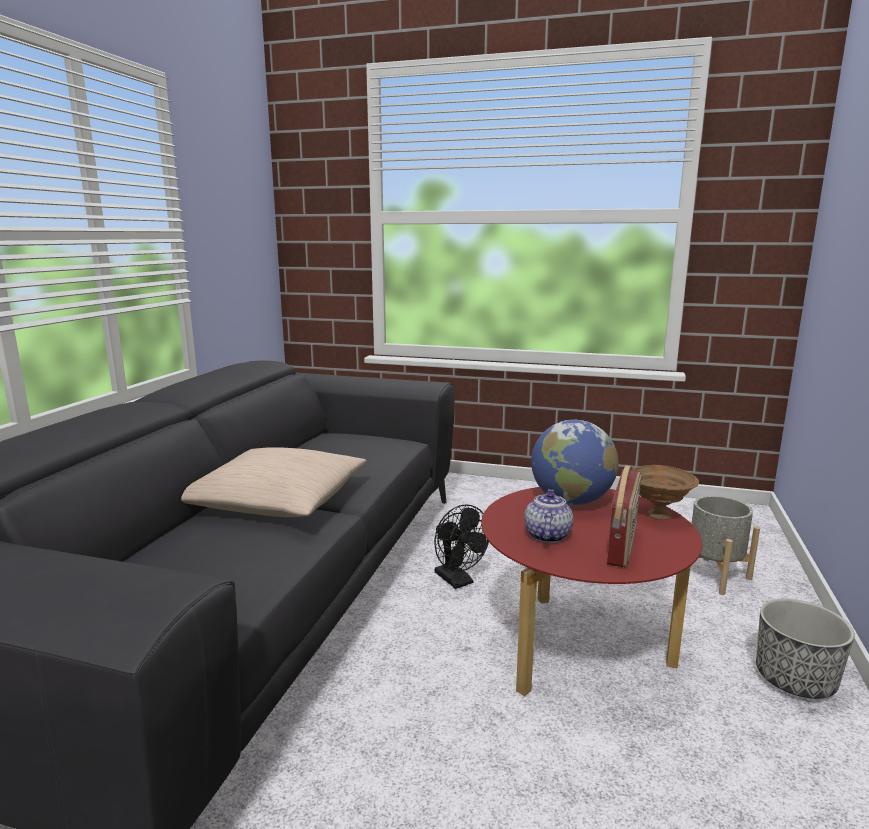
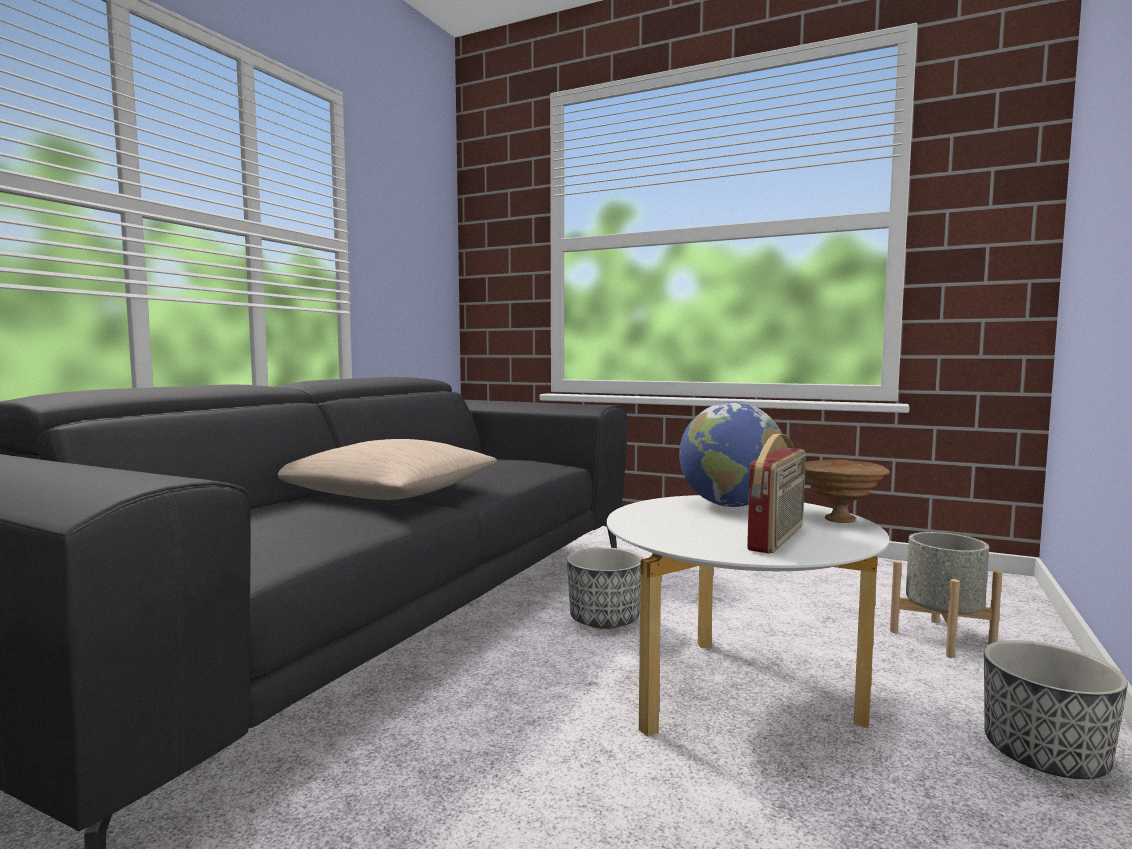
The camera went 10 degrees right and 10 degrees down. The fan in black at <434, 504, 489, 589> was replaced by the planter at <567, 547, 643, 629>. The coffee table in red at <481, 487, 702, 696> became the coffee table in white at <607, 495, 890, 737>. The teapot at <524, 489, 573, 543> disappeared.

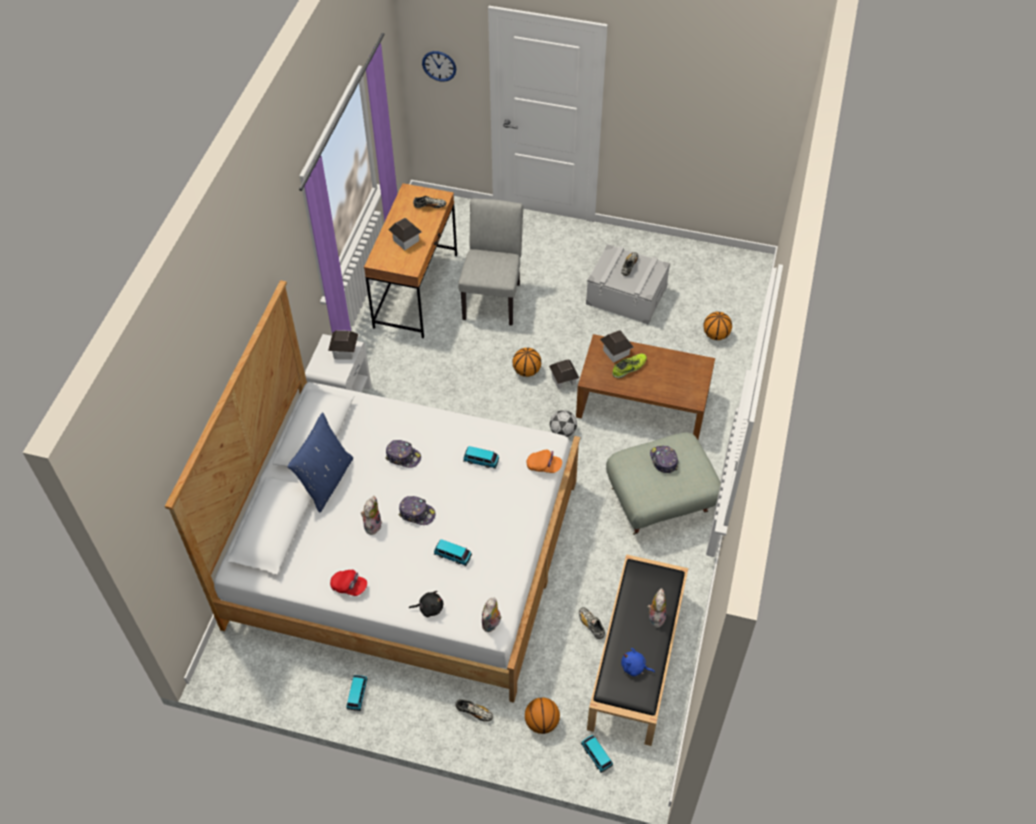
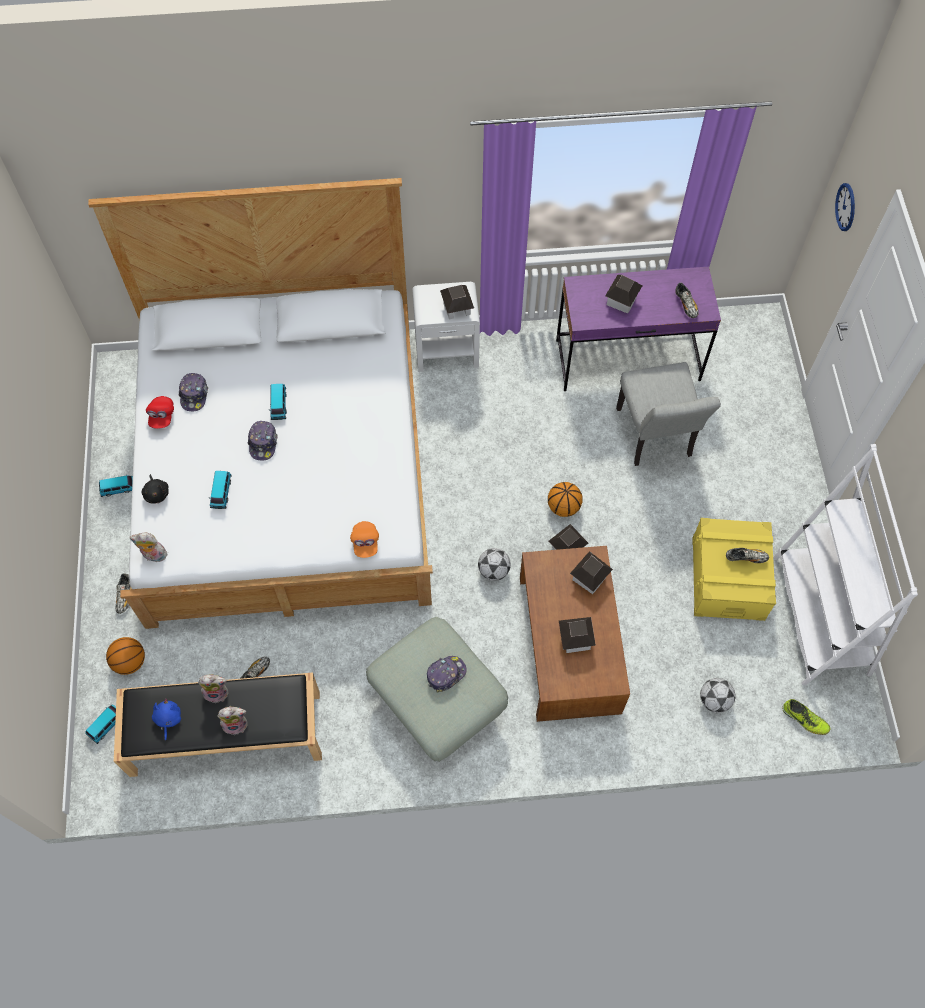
The camera went 70 degrees right and 10 degrees up. The cap moved from <385, 440, 421, 468> to <179, 373, 208, 411>. The plush toy moved from <361, 496, 382, 537> to <198, 674, 228, 703>. The toy car moved from <463, 446, 499, 469> to <269, 384, 287, 420>. The desk in brown at <364, 183, 457, 338> became the desk in purple at <556, 267, 721, 391>. The toy house at <559, 617, 596, 653> appeared. The chair in grey at <458, 198, 523, 326> turned 90 degrees clockwise. The storage box in grey at <586, 244, 670, 324> became the storage box in yellow at <692, 518, 776, 621>. The basketball at <703, 312, 732, 340> was replaced by the football at <700, 678, 735, 713>. The bookcase in white at <773, 444, 918, 685> appeared. The shoe moved from <612, 354, 647, 378> to <782, 699, 831, 735>. The pillow in blue at <288, 412, 353, 513> disappeared.

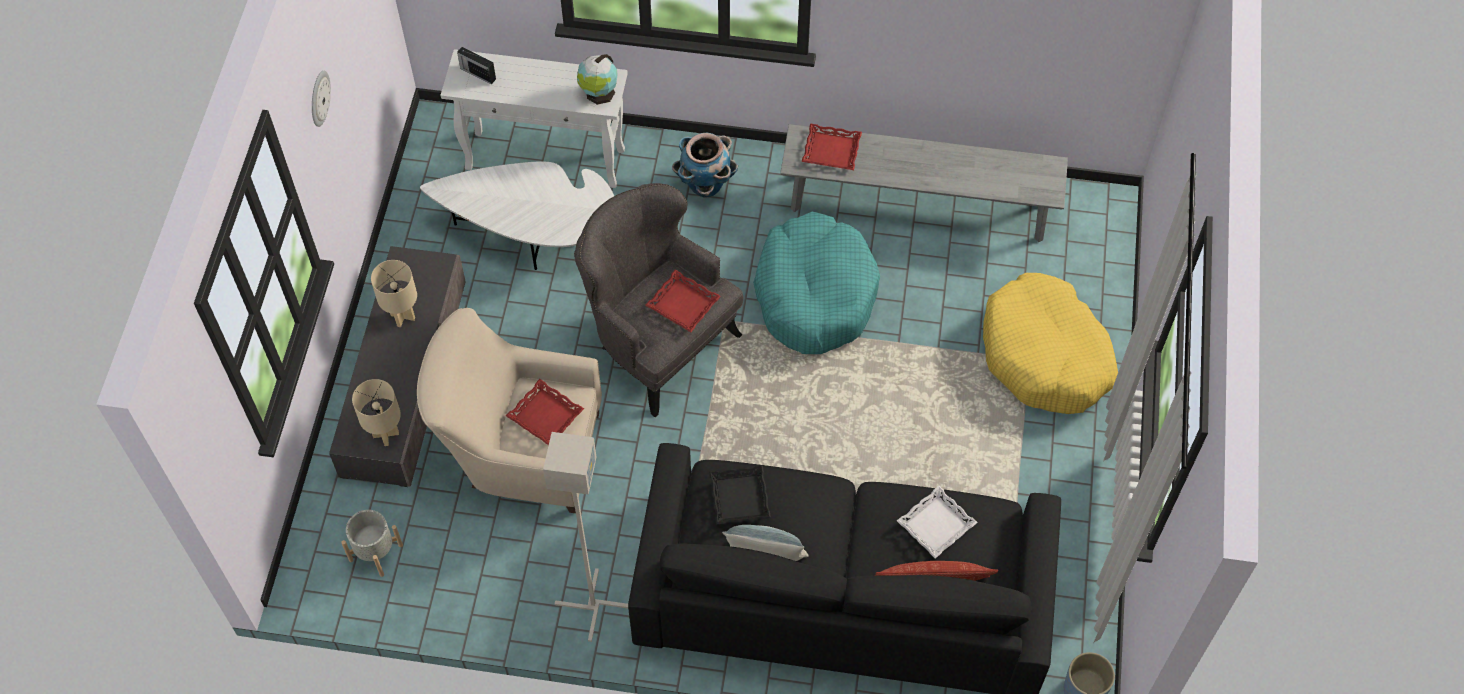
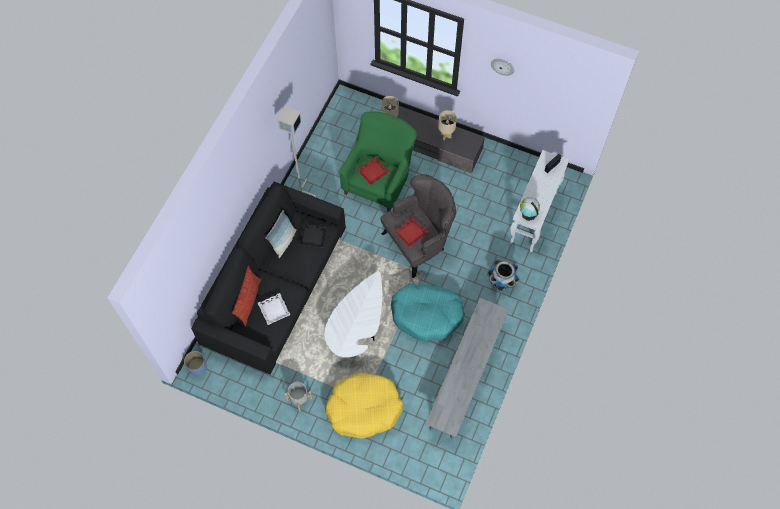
The camera went 105 degrees right and 5 degrees up. The planter in grey moved from <341, 510, 403, 577> to <285, 381, 312, 412>. The coffee table in white moved from <420, 161, 614, 270> to <324, 271, 382, 358>. The armchair in beige at <417, 308, 602, 513> became the armchair in green at <340, 111, 417, 212>. The tray in red at <802, 124, 862, 170> disappeared.

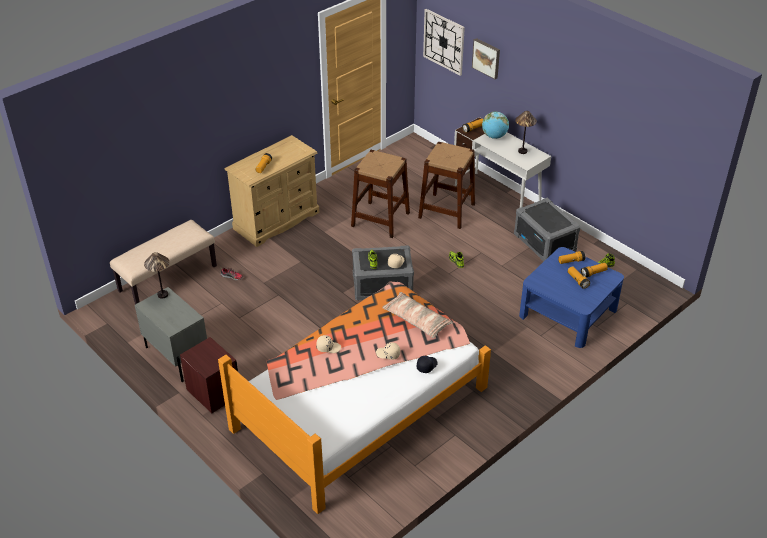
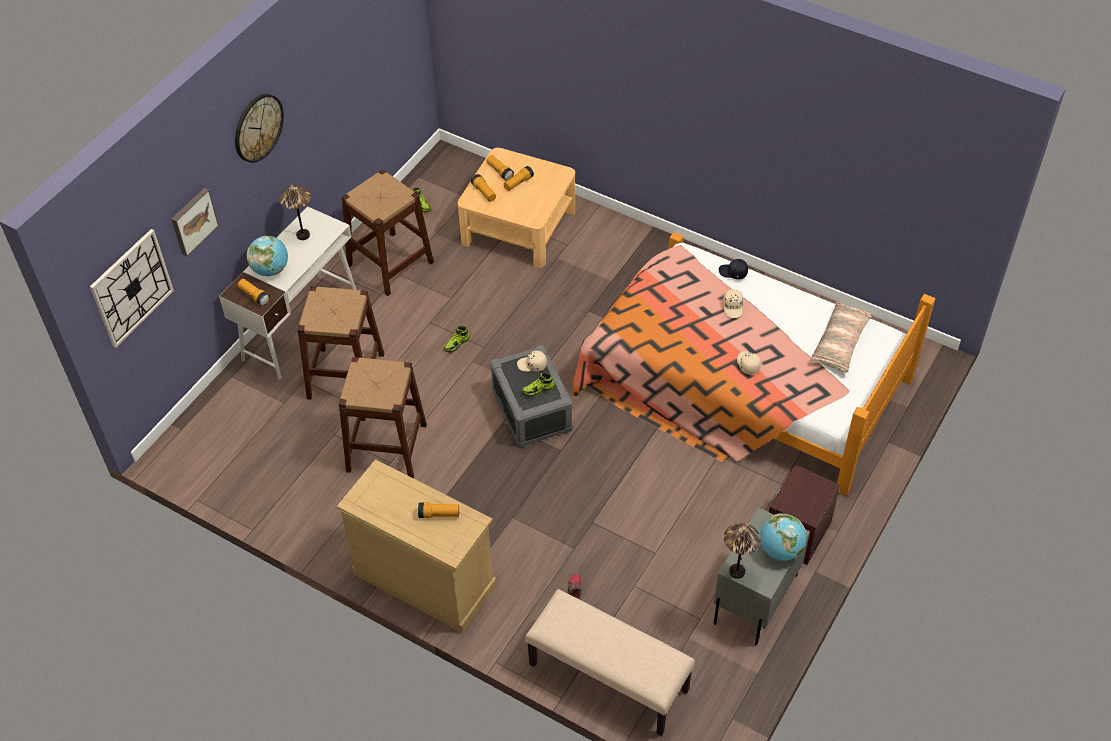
The camera went 105 degrees left and 10 degrees up. The wall clock at <235, 94, 284, 163> appeared. The storage box in grey at <514, 198, 581, 262> was replaced by the stool in brown at <342, 170, 434, 296>. The coffee table in blue at <519, 247, 624, 348> became the coffee table in beige at <458, 148, 575, 268>. The globe at <760, 513, 807, 561> appeared. The pillow moved from <382, 292, 453, 338> to <810, 301, 873, 373>.

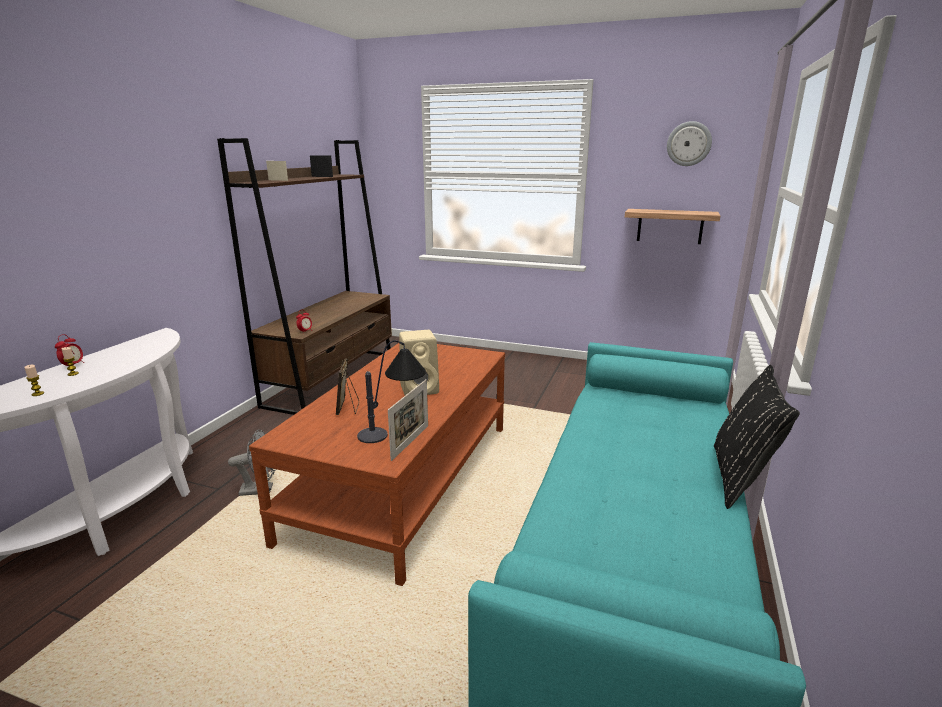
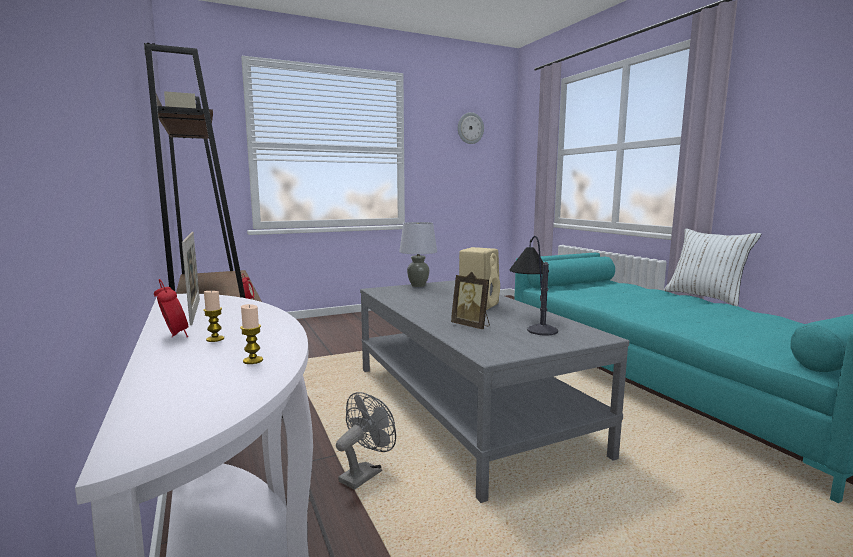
The camera went 45 degrees left and 10 degrees down. The picture frame moved from <388, 379, 428, 461> to <182, 232, 200, 325>. The coffee table in brown at <249, 343, 505, 586> became the coffee table in grey at <360, 280, 630, 503>. The table lamp in grey at <399, 222, 437, 287> appeared. The pillow in black at <714, 365, 800, 509> became the pillow in white at <664, 228, 761, 307>. The shelf at <625, 209, 720, 244> disappeared.

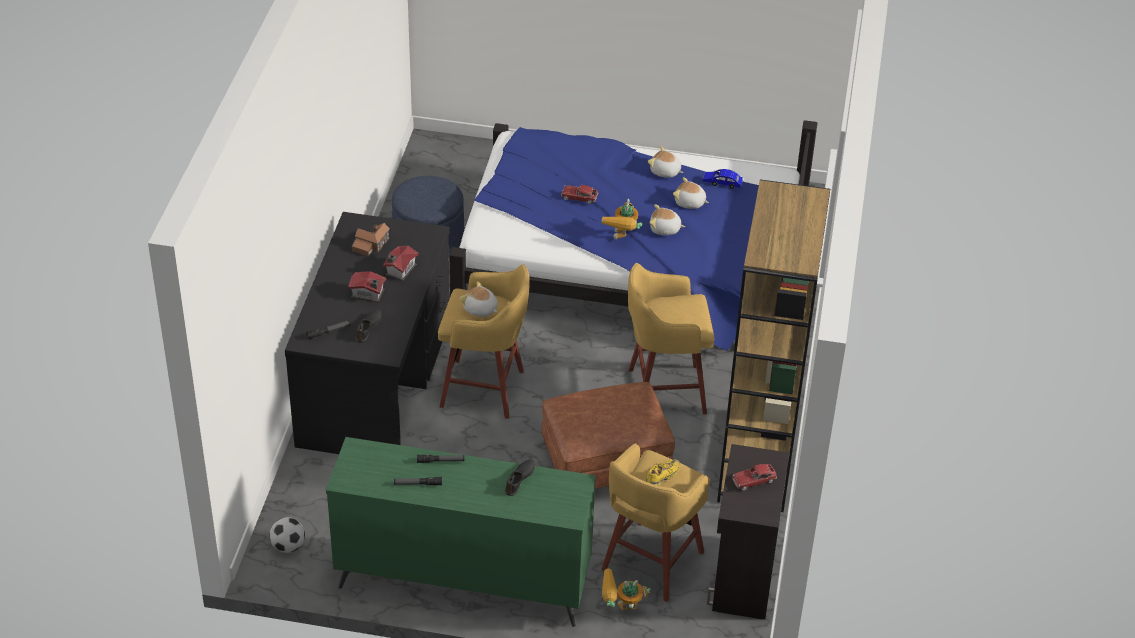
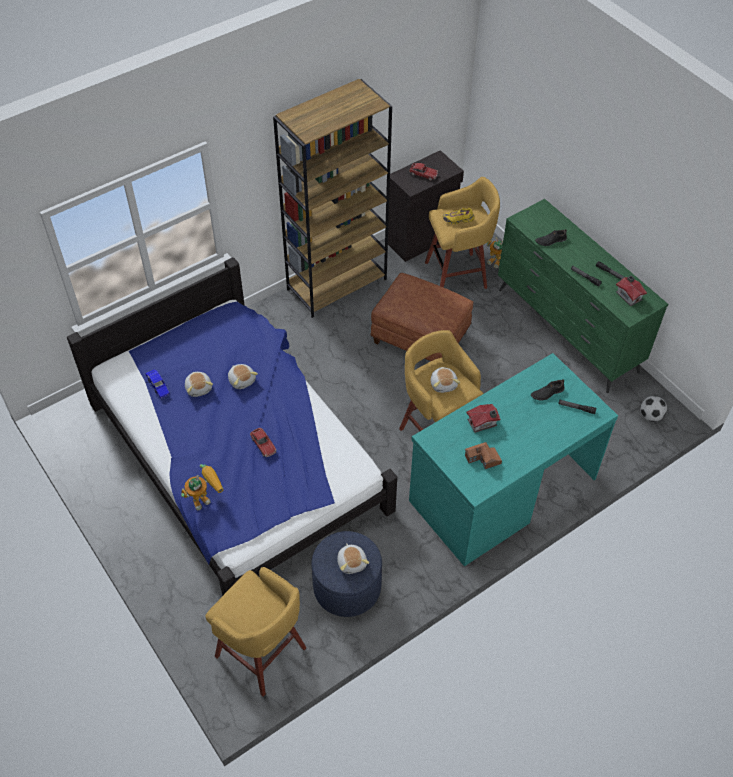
The camera went 135 degrees left and 10 degrees up. The toy robot moved from <601, 199, 642, 240> to <181, 464, 224, 510>. The stool in yellow moved from <628, 263, 714, 415> to <205, 567, 306, 697>. The plush toy moved from <648, 146, 683, 178> to <337, 543, 369, 574>. The desk in black at <285, 212, 450, 454> became the desk in turquoise at <409, 353, 618, 566>. The toy house moved from <348, 271, 386, 302> to <616, 275, 647, 306>.

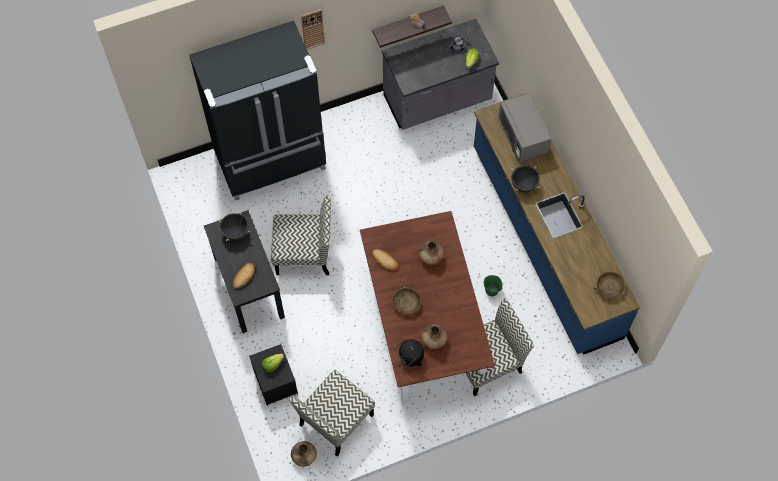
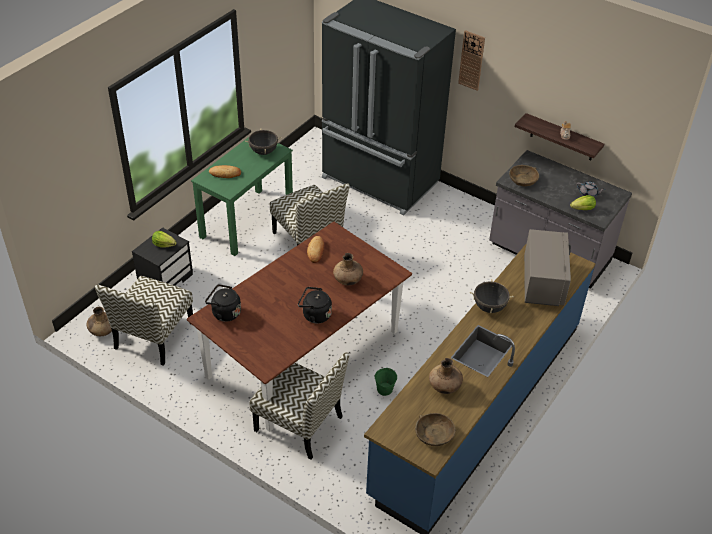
The camera went 55 degrees right and 20 degrees down. The chair at <289, 370, 375, 456> turned 75 degrees counterclockwise. The desk in black at <204, 210, 285, 333> became the desk in green at <191, 137, 293, 256>. The kettle in black at <298, 287, 332, 323> appeared. The vase in brown moved from <422, 324, 448, 349> to <429, 358, 463, 394>. The bowl in brown moved from <392, 286, 421, 314> to <509, 165, 539, 186>. The microwave in grey at <498, 93, 551, 162> turned 150 degrees clockwise.

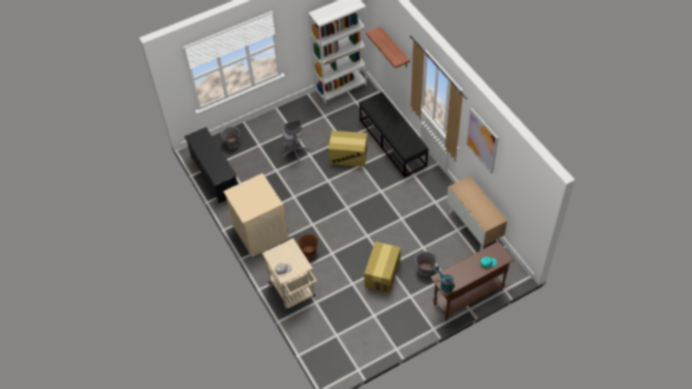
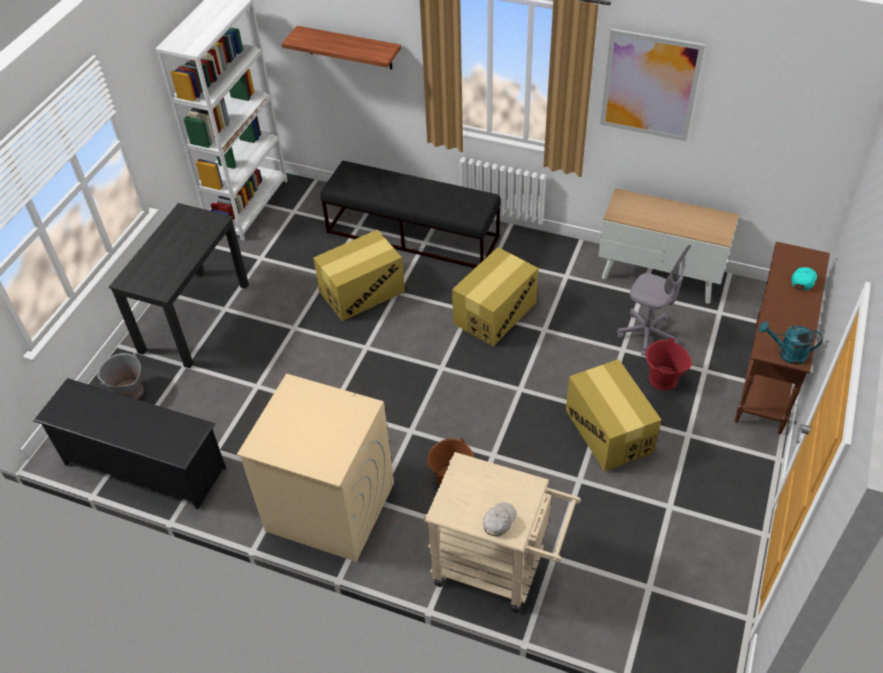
The camera went 40 degrees left and 5 degrees down. The desk in black at <109, 203, 249, 368> appeared. The cardboard box at <452, 247, 539, 346> appeared. The office chair in grey moved from <282, 119, 309, 162> to <617, 245, 692, 356>. The bucket in grey at <415, 251, 436, 276> became the bucket in red at <645, 338, 692, 390>.

